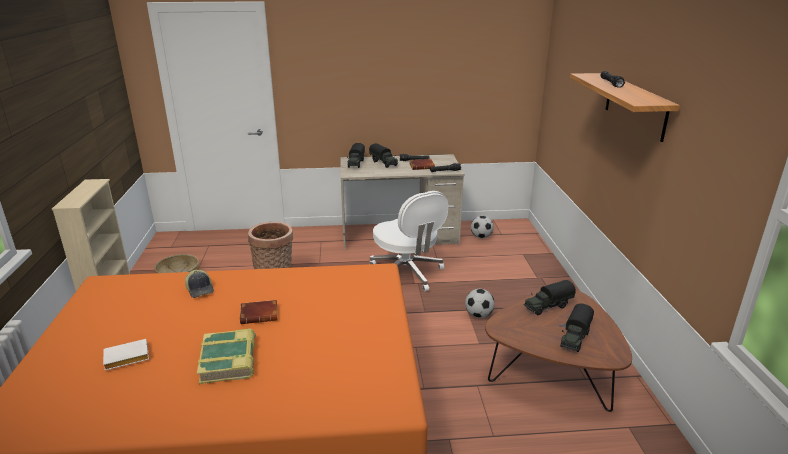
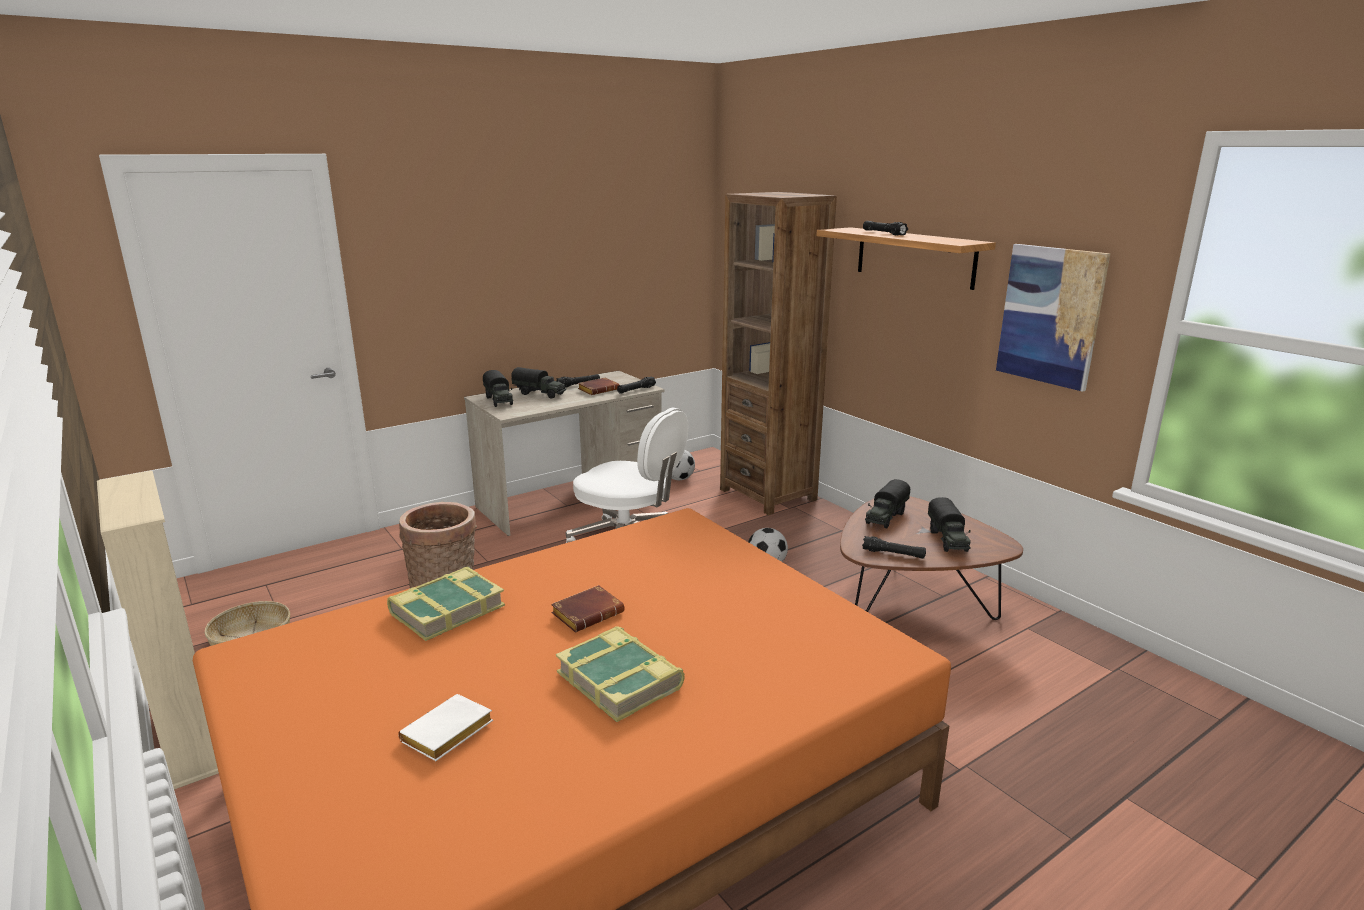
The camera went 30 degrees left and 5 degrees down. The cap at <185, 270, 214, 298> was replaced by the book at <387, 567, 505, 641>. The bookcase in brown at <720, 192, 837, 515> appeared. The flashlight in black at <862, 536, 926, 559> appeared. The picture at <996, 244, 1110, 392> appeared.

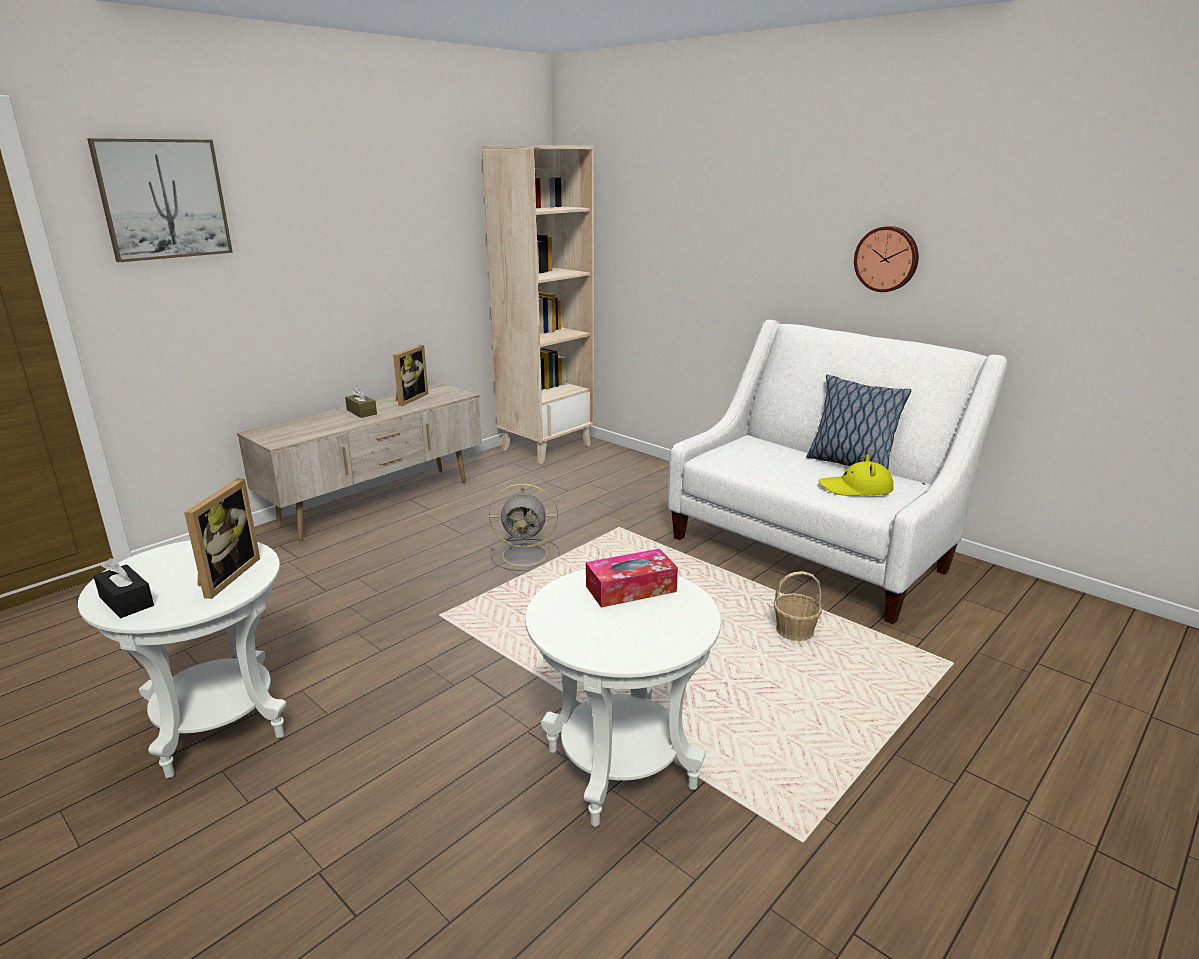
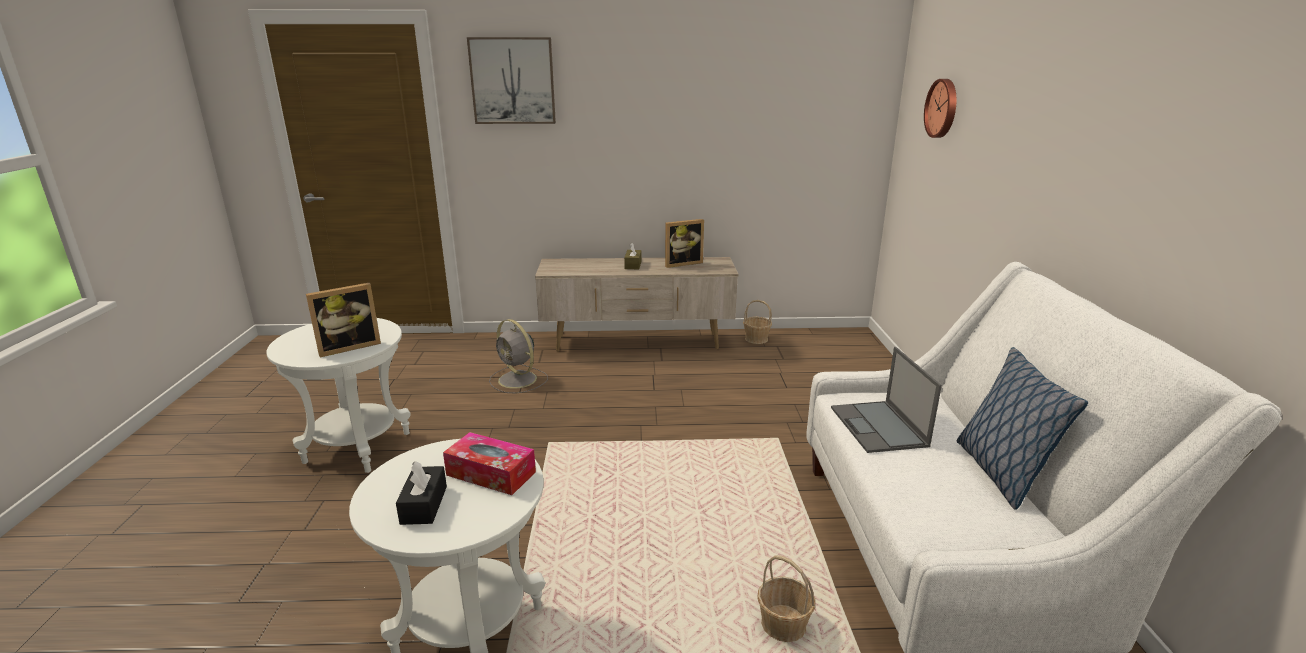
The camera went 45 degrees right and 0 degrees up. The tissue box in black moved from <93, 558, 154, 618> to <396, 461, 447, 525>. The fan in grey moved from <488, 483, 560, 571> to <489, 319, 548, 394>. The basket at <743, 300, 772, 344> appeared. The laptop at <831, 347, 942, 453> appeared. The wall clock moved from <854, 226, 919, 292> to <924, 79, 956, 138>. The bookcase in beige at <482, 145, 594, 464> disappeared. The hat in yellow at <818, 454, 894, 496> disappeared.

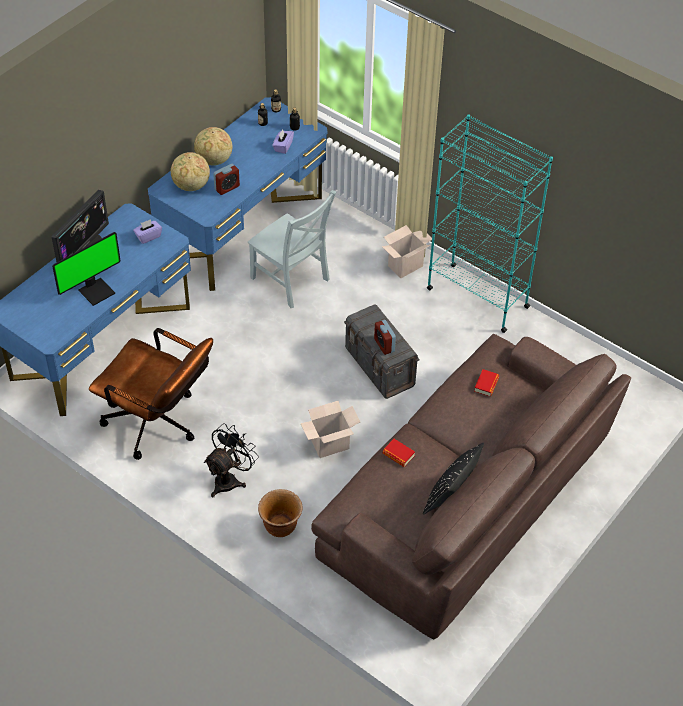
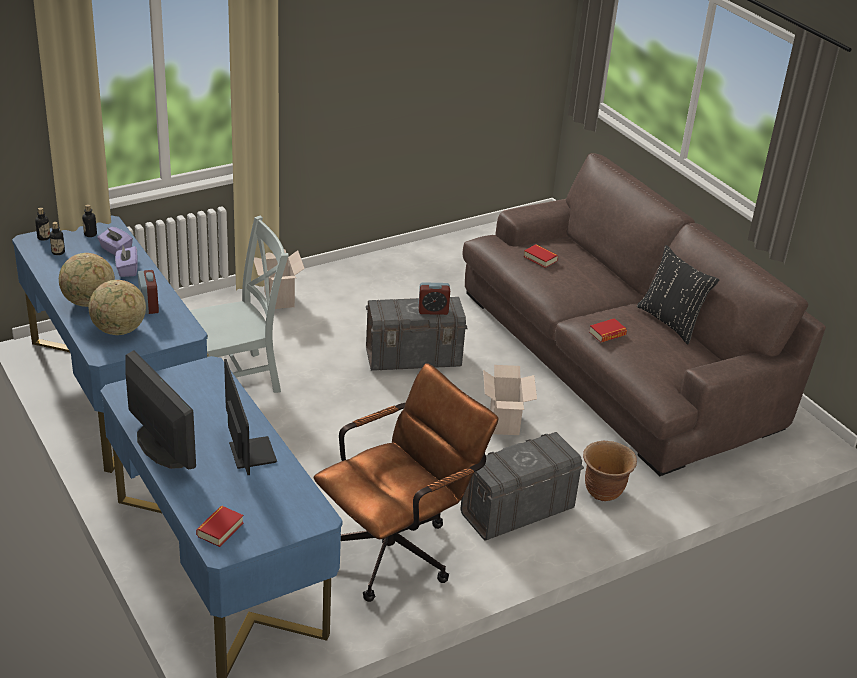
The camera went 70 degrees left and 15 degrees down. The tissue box in purple moved from <133, 219, 162, 244> to <115, 245, 137, 277>. The book at <196, 506, 244, 547> appeared. The fan in black at <204, 423, 259, 497> was replaced by the storage box in grey at <460, 432, 584, 541>. The bookcase in turquoise at <427, 114, 553, 333> disappeared.

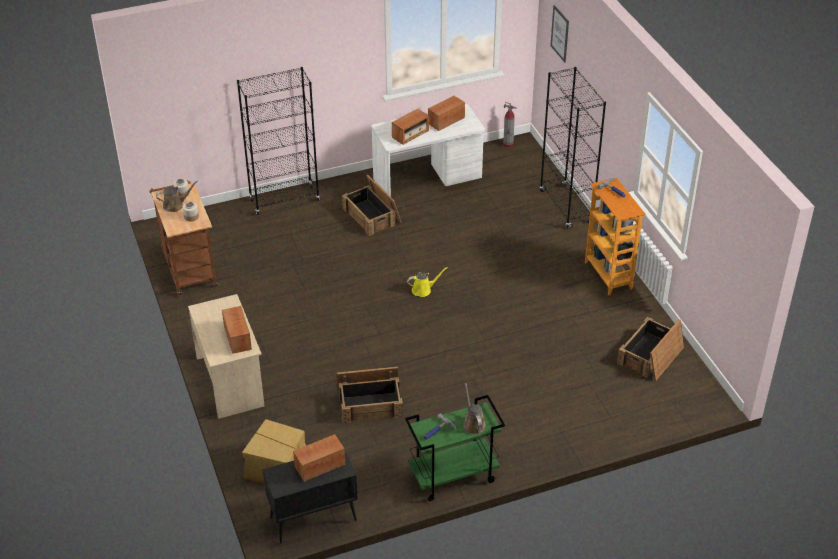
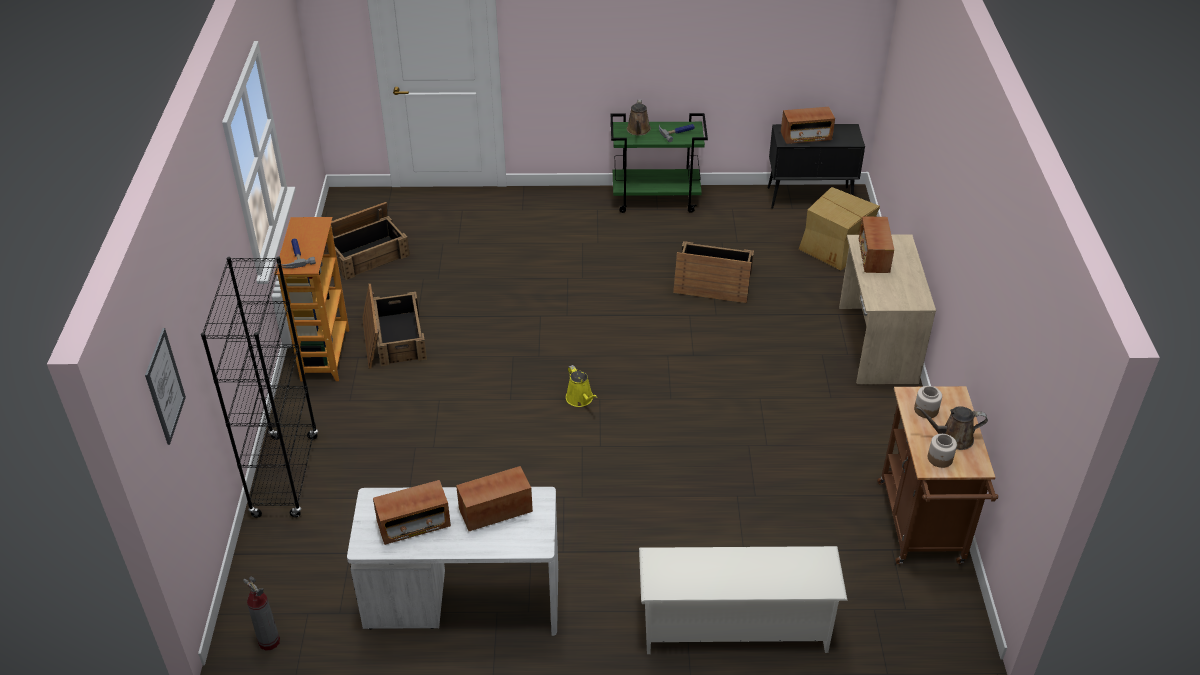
The camera went 160 degrees left and 0 degrees up. The crate moved from <342, 174, 402, 236> to <362, 283, 427, 369>. The watering can in yellow at <407, 267, 448, 297> turned 120 degrees counterclockwise. The bookcase in black at <237, 67, 320, 215> was replaced by the shoe rack in white at <639, 546, 848, 654>.

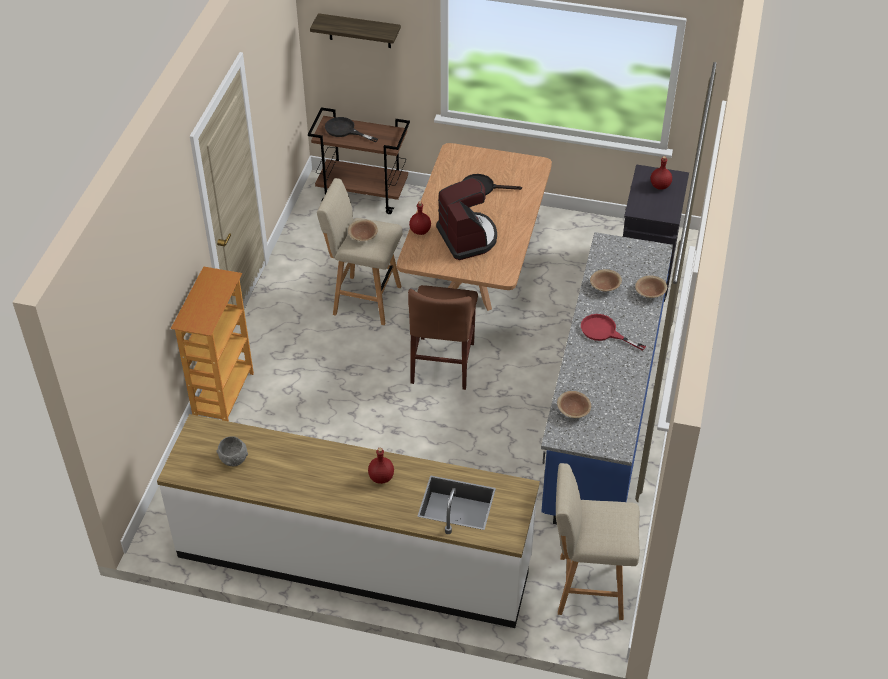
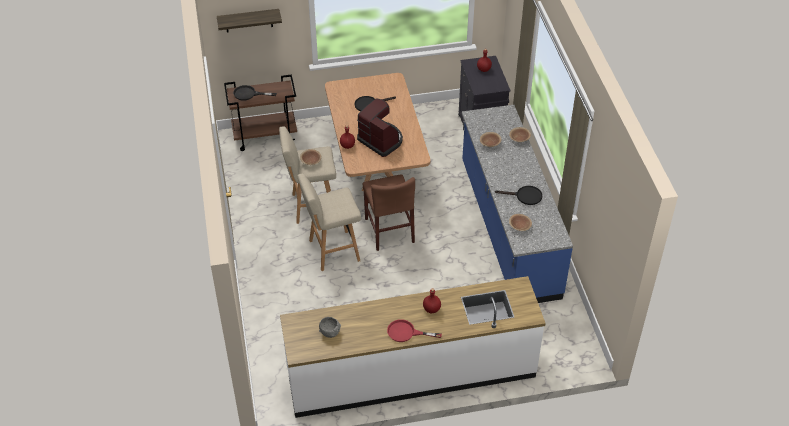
The camera went 25 degrees left and 0 degrees up. The stool in beige moved from <556, 463, 640, 620> to <298, 173, 361, 271>. The frying pan in red moved from <581, 314, 646, 351> to <387, 319, 442, 342>. The frying pan in black at <495, 186, 542, 205> appeared. The bookcase at <171, 266, 254, 422> disappeared.

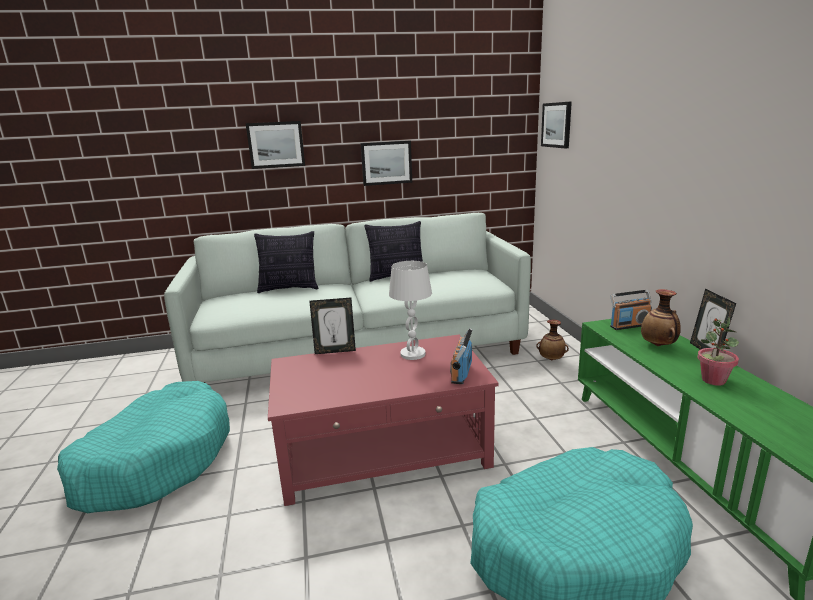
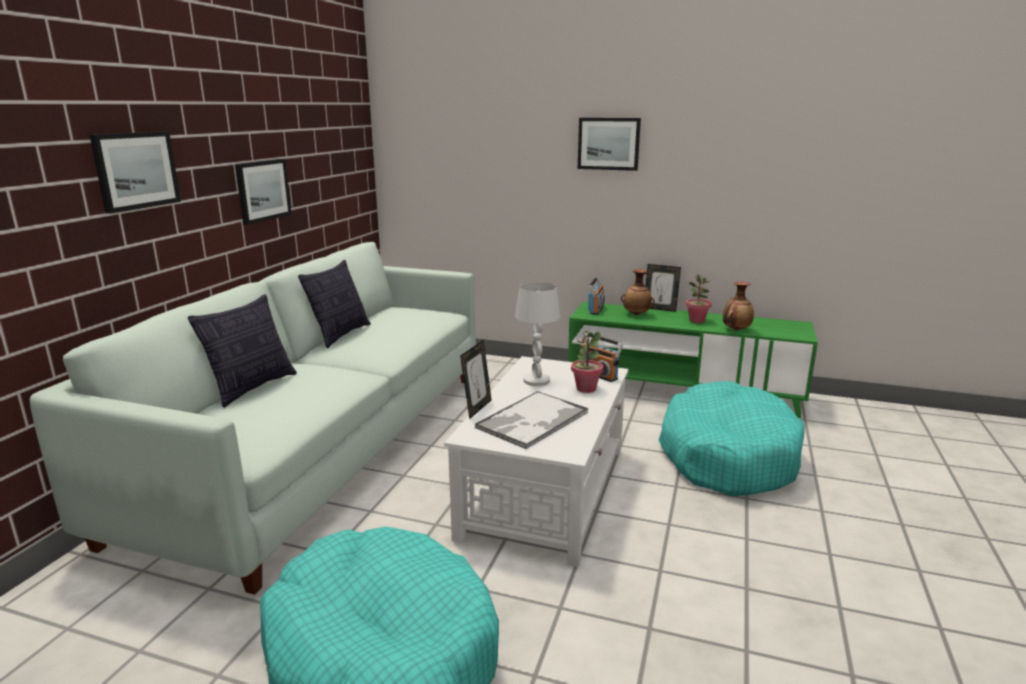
The camera went 60 degrees left and 0 degrees up. The coffee table in red at <268, 335, 499, 506> became the coffee table in white at <444, 356, 628, 567>. The tray at <474, 391, 588, 449> appeared. The potted plant at <571, 330, 603, 393> appeared. The picture moved from <541, 102, 572, 148> to <578, 118, 641, 171>. The vase moved from <536, 320, 569, 360> to <723, 282, 754, 331>.

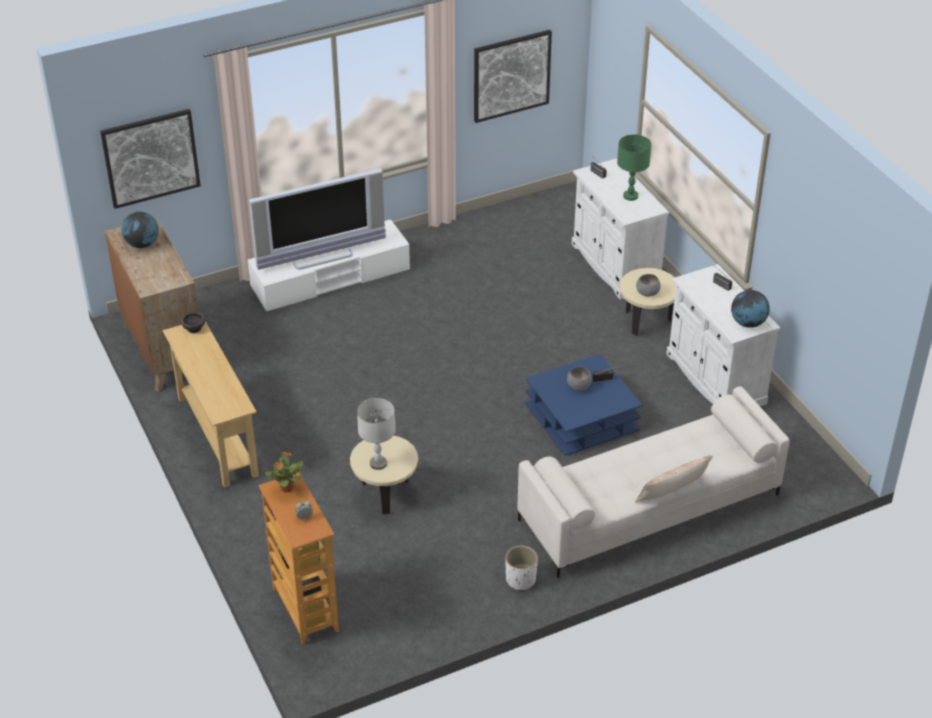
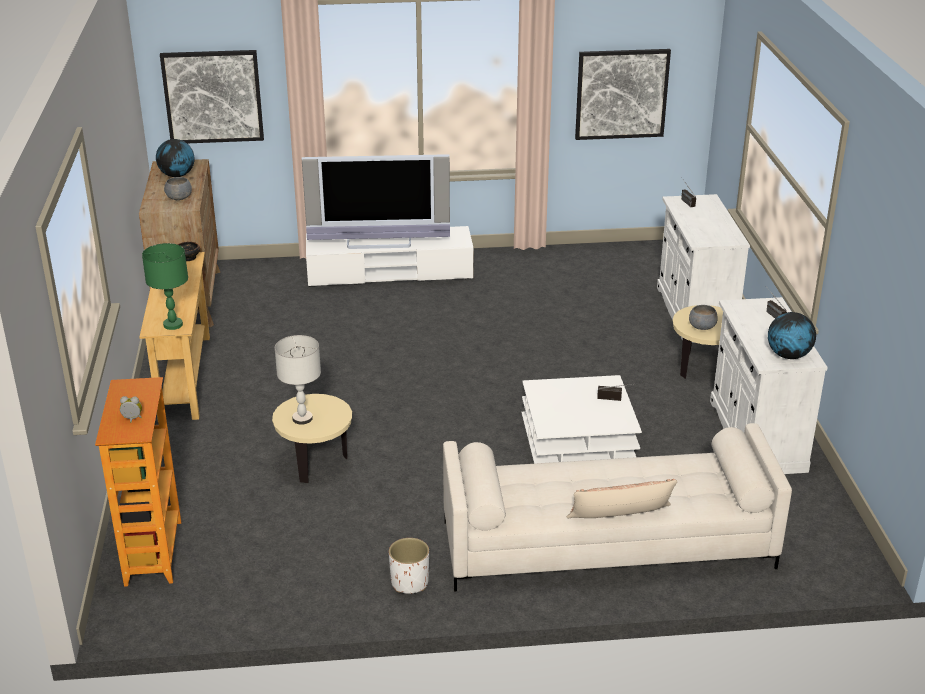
The camera went 20 degrees right and 10 degrees down. The table lamp in green moved from <617, 134, 651, 201> to <142, 243, 188, 330>. The bowl in grey moved from <567, 367, 592, 391> to <164, 177, 192, 200>. The coffee table in blue at <525, 354, 642, 456> became the coffee table in white at <521, 375, 642, 464>. The potted plant at <265, 452, 303, 492> disappeared.

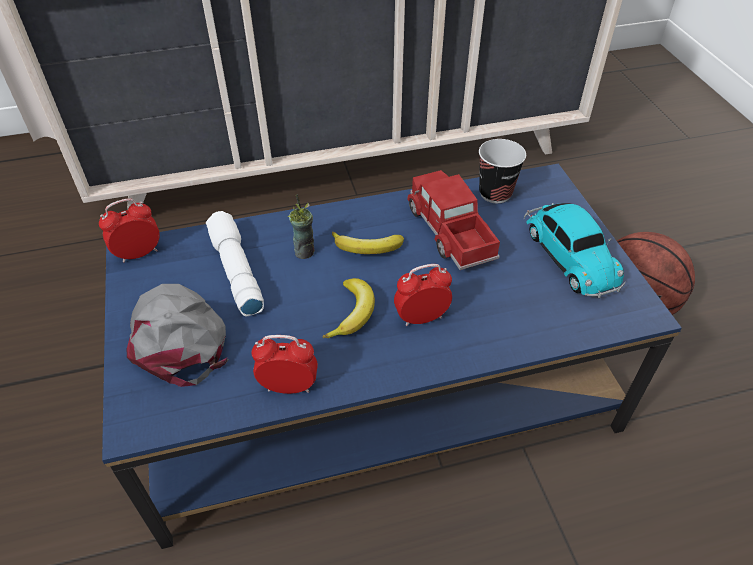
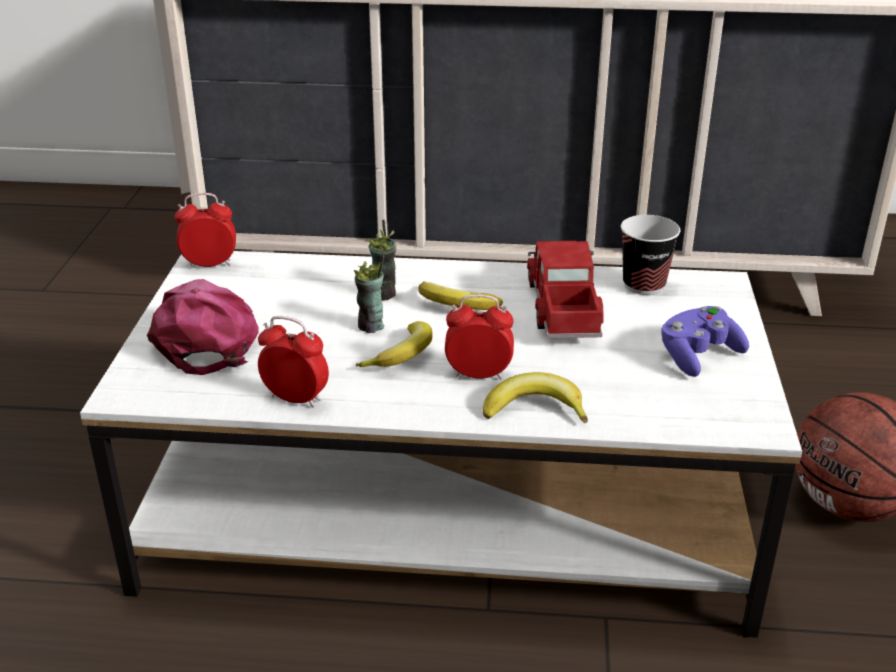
The camera went 20 degrees right and 15 degrees down. The coffee table in blue at <102, 164, 682, 549> became the coffee table in white at <80, 251, 802, 638>. The cap in grey at <127, 284, 230, 387> became the cap in pink at <147, 279, 259, 375>. The cup at <354, 255, 384, 333> appeared. The banana at <483, 372, 588, 423> appeared. The toy car at <524, 203, 625, 298> was replaced by the game controller in purple at <661, 306, 749, 377>. The flashlight in white at <206, 211, 264, 316> disappeared.

